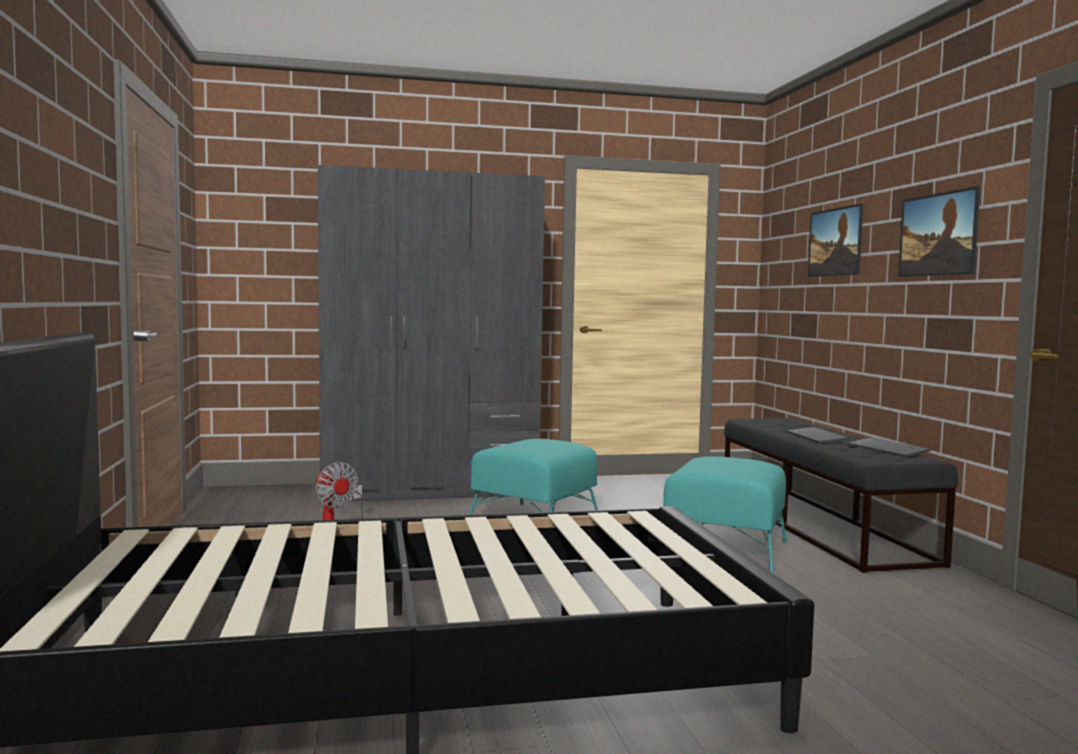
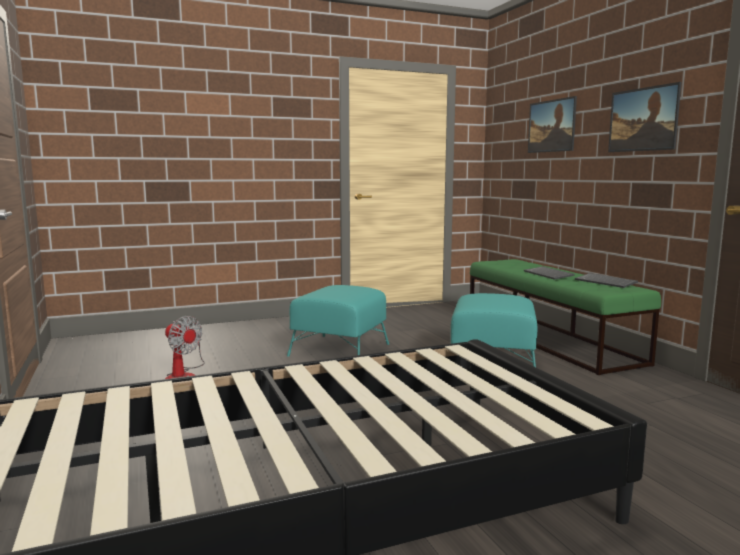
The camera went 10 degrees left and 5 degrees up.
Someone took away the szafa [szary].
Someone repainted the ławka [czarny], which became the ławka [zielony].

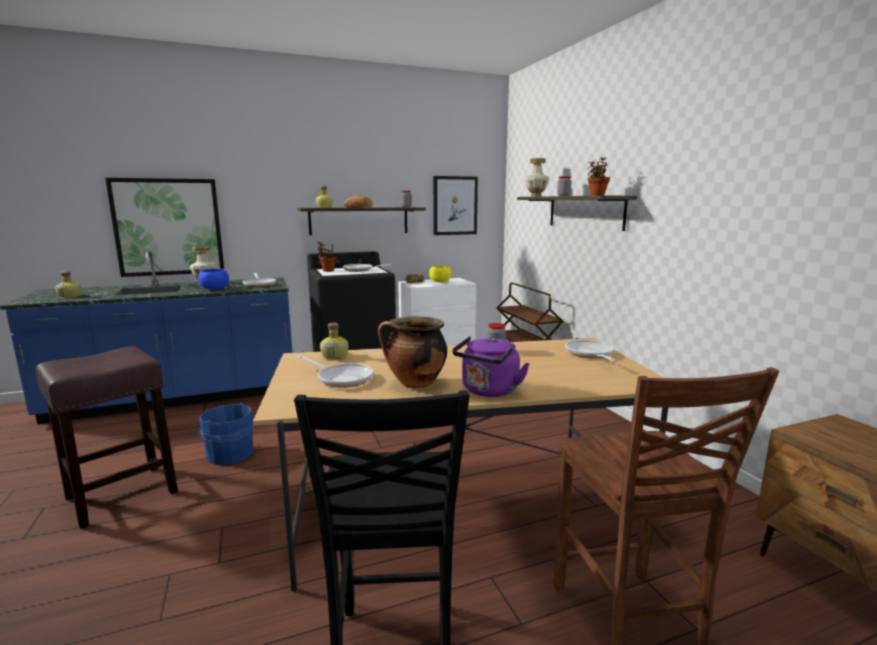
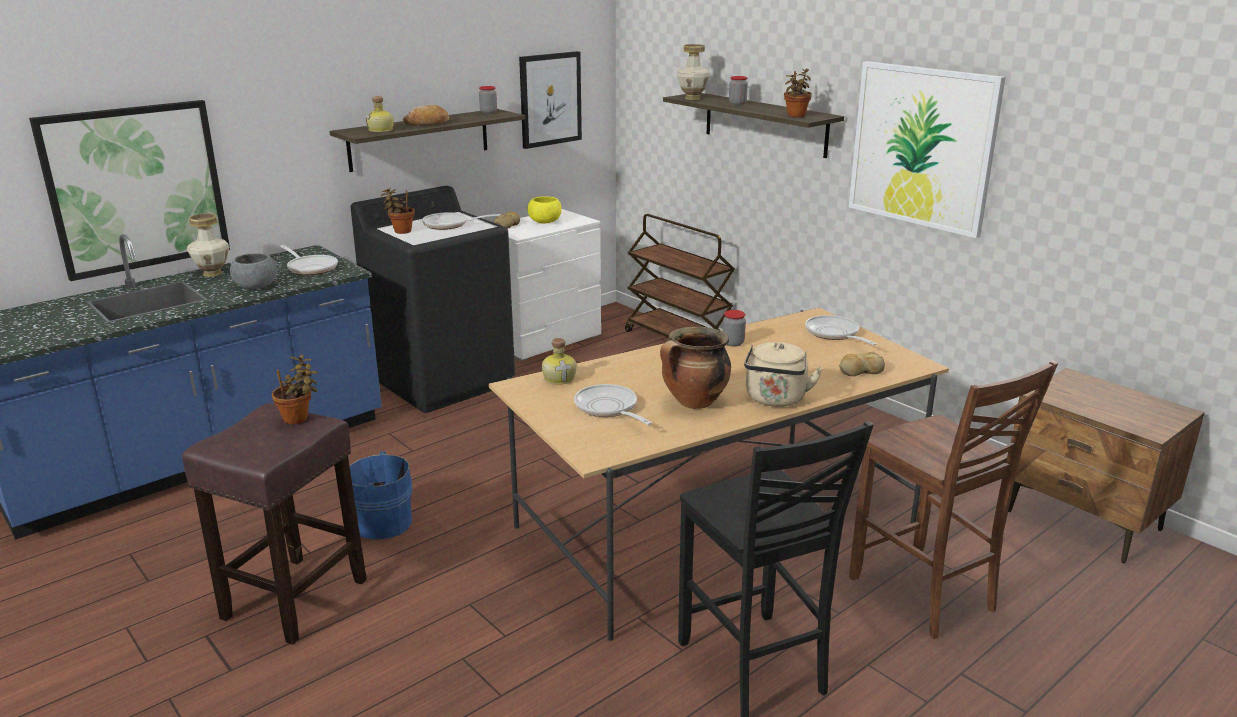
The camera went 20 degrees left and 10 degrees up.
Someone took away the butelka (1st from left).
Someone repainted the miska [niebieski], which became the miska [szary].
Someone rotated the patelnia (2nd from left in the first image) by 135 degrees counterclockwise.
Someone repainted the czajnik [fioletowy], which became the czajnik [beżowy].
Someone put down the roślina doniczkowa (1st from left).
Someone put down the chleb (3rd from left).
Someone put up the obraz (3rd from left).

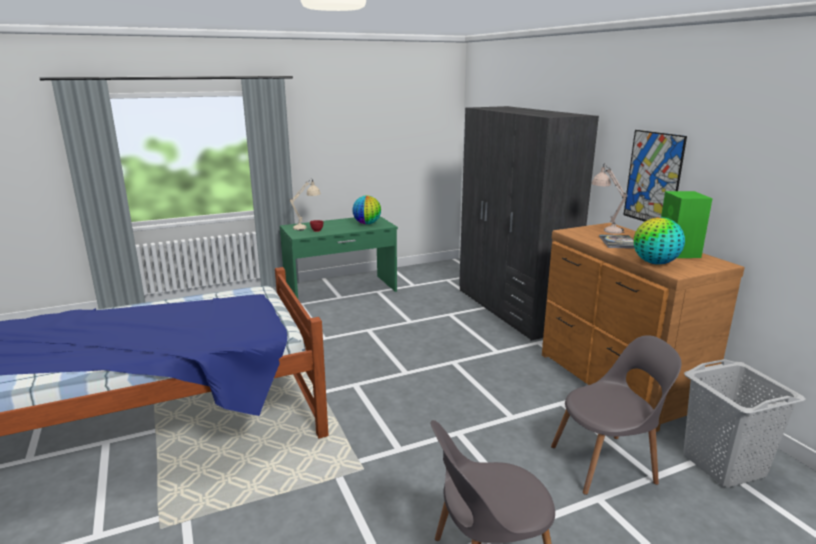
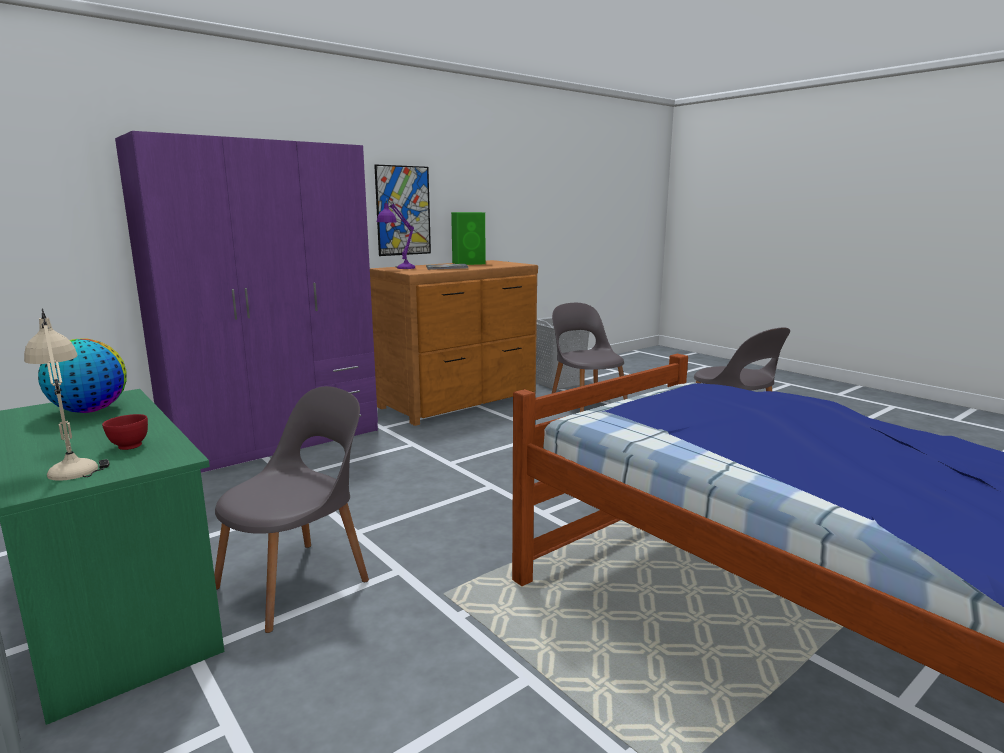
The camera went 105 degrees left and 5 degrees down.
Someone repainted the szafa [szary], which became the szafa [fioletowy].
Someone repainted the lampa stołowa [beżowy] (2nd from left), which became the lampa stołowa [fioletowy].
Someone took away the globus (2nd from left).
Someone put down the krzesło [szary] (1st from left).

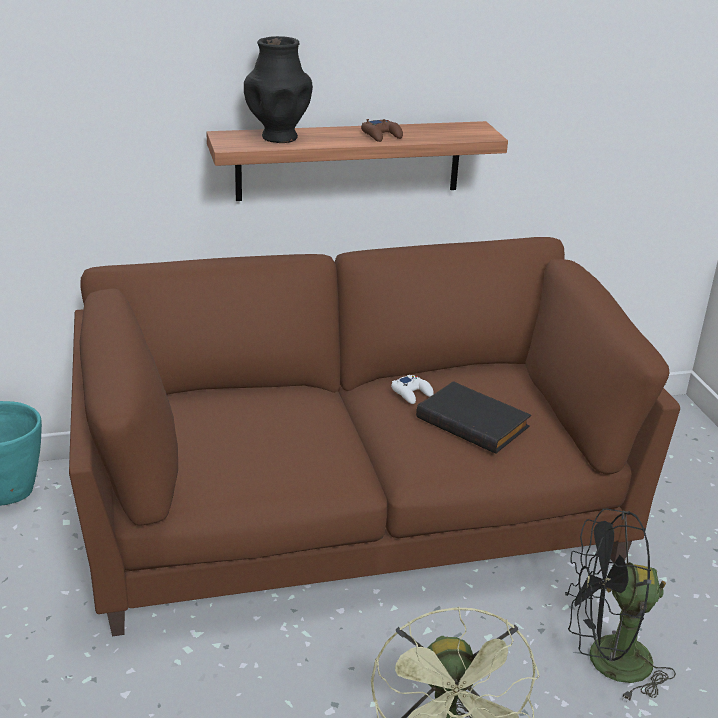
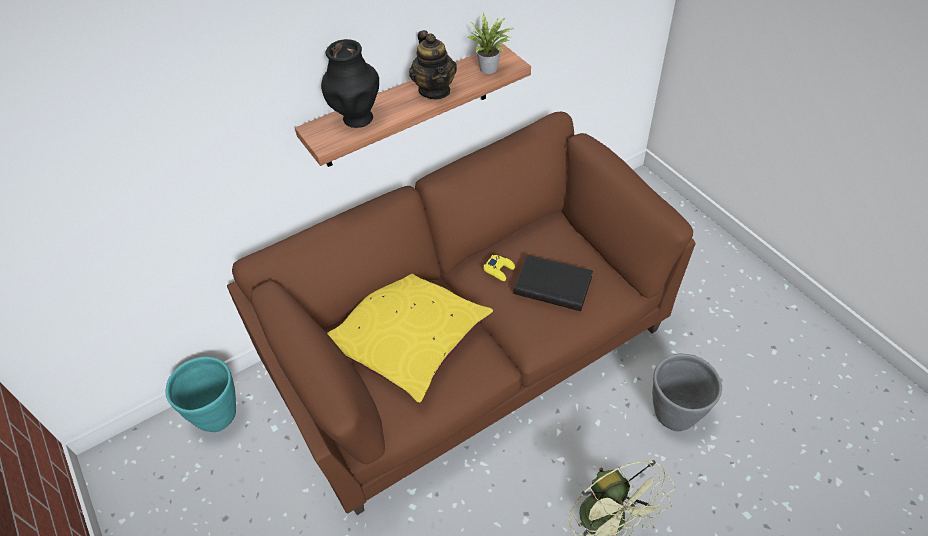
The camera went 15 degrees left and 20 degrees up.
Someone swapped the pad do gier [brązowy] for the imbryk.
Someone repainted the pad do gier [biały], which became the pad do gier [żółty].
Someone swapped the wentylator [czarny] for the donica [szary].
Someone put down the poduszka [żółty].
Someone put down the roślina doniczkowa.

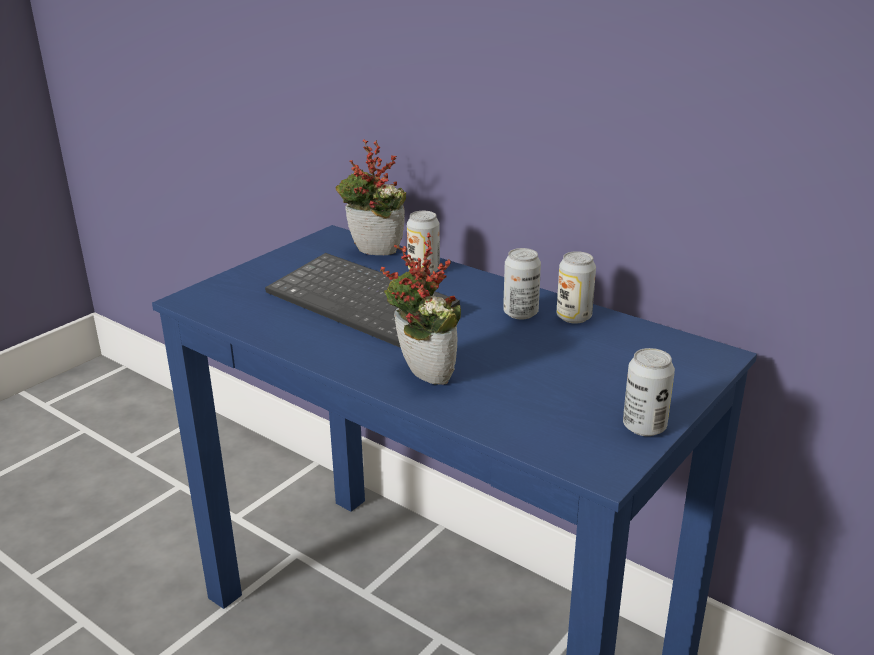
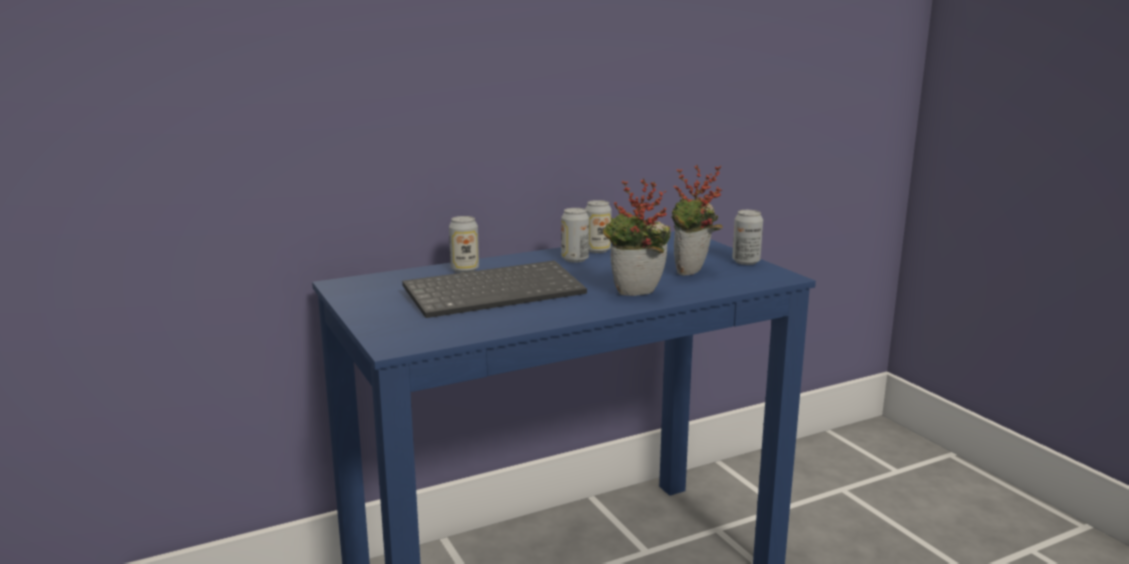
The camera went 65 degrees left and 10 degrees down.
Someone carried the roślina doniczkowa (1st from left in the first image).

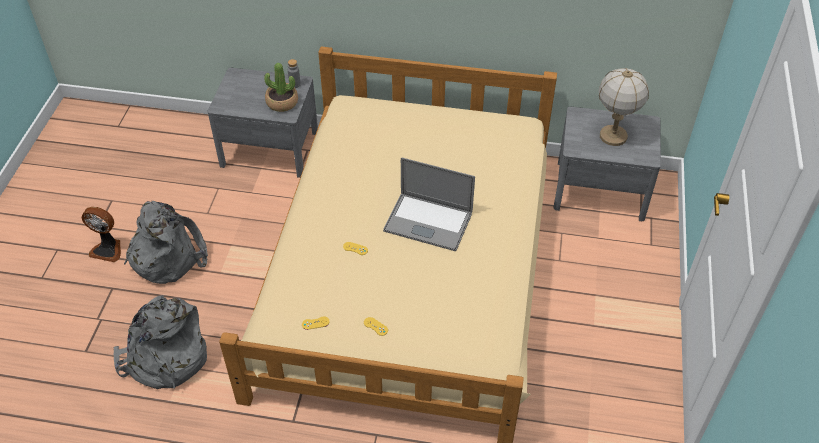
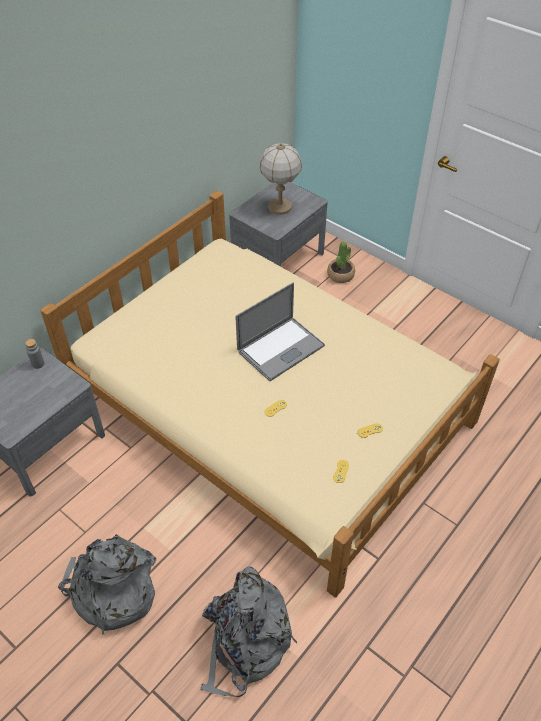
The camera went 60 degrees left and 0 degrees up.
Someone took away the wentylator.
Someone carried the roślina doniczkowa.

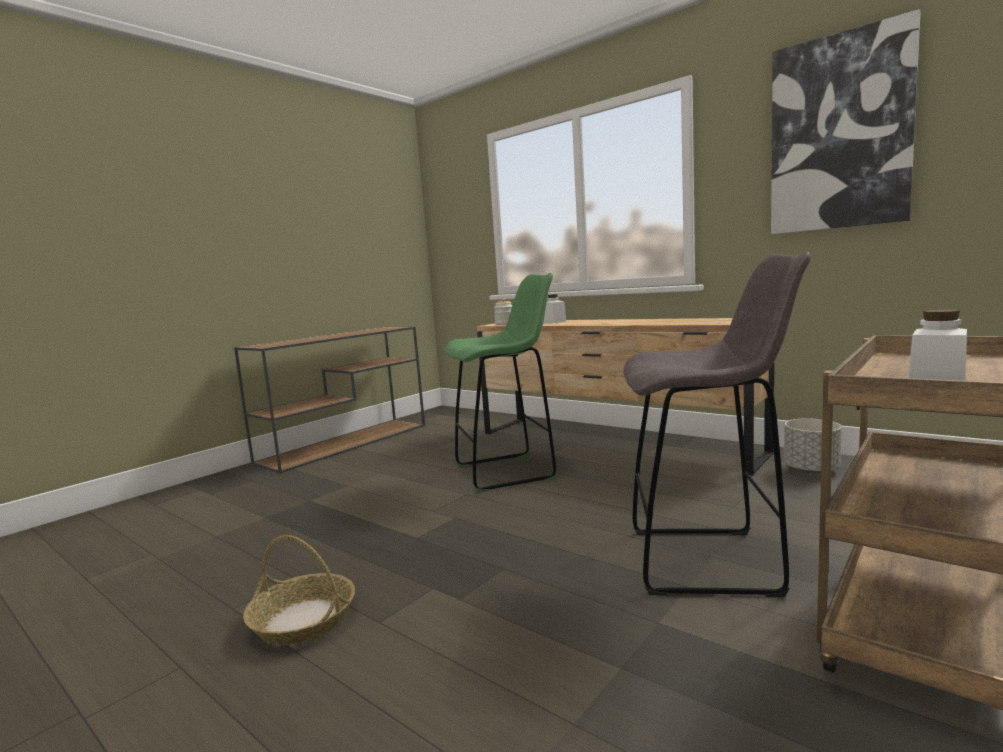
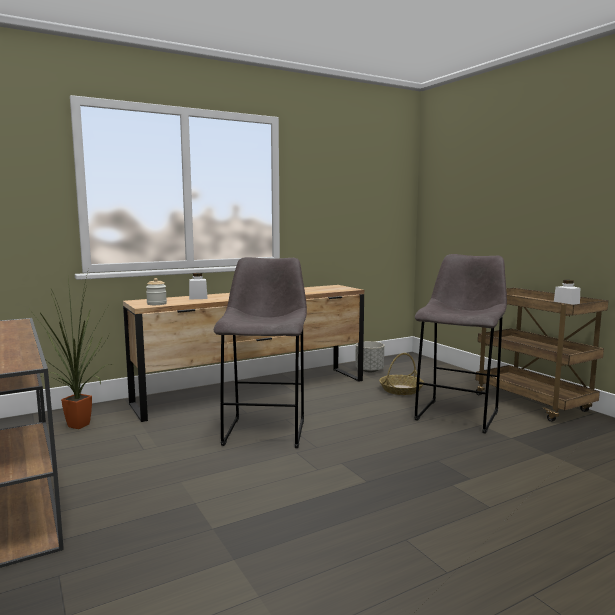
The camera went 70 degrees left and 0 degrees up.
Someone carried the koszyk.
Someone repainted the stołek [zielony], which became the stołek [szary] (1st from left).
Someone took away the obraz.
Someone put down the roślina doniczkowa.

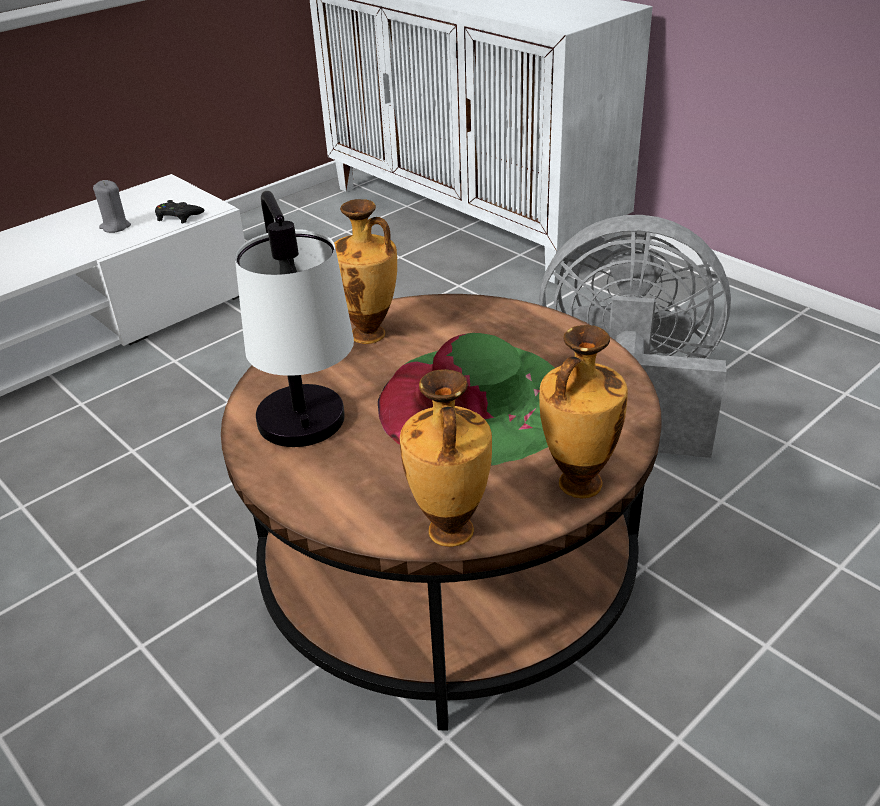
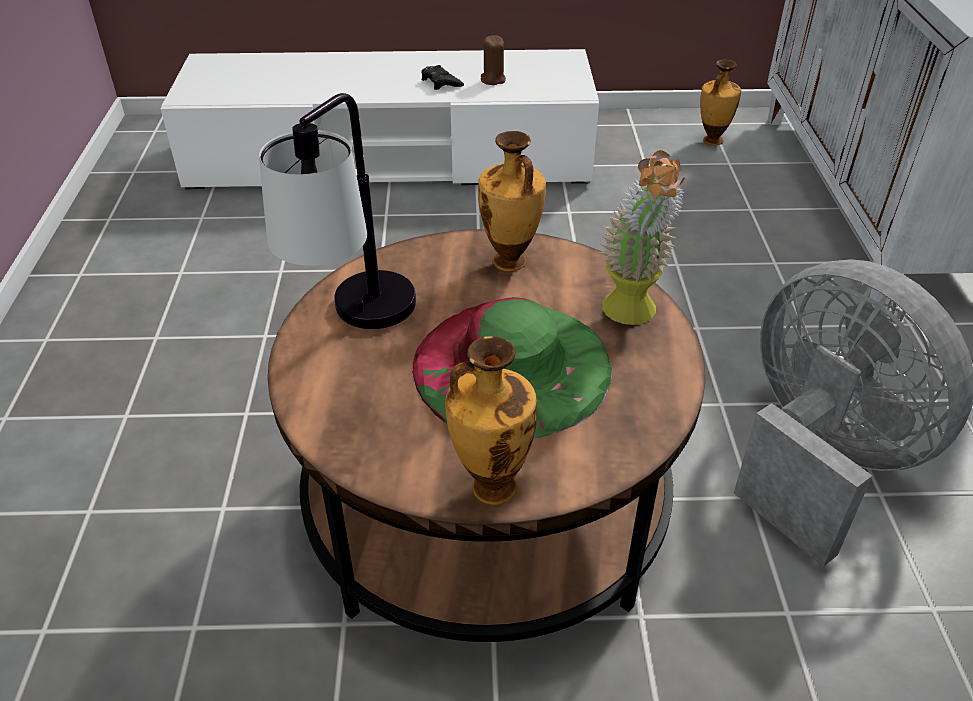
The camera went 40 degrees right and 5 degrees up.
Someone repainted the świeca [szary], which became the świeca [brązowy].
Someone carried the pad do gier [czarny].
Someone carried the wazon (2nd from left in the first image).
Someone put down the roślina doniczkowa.

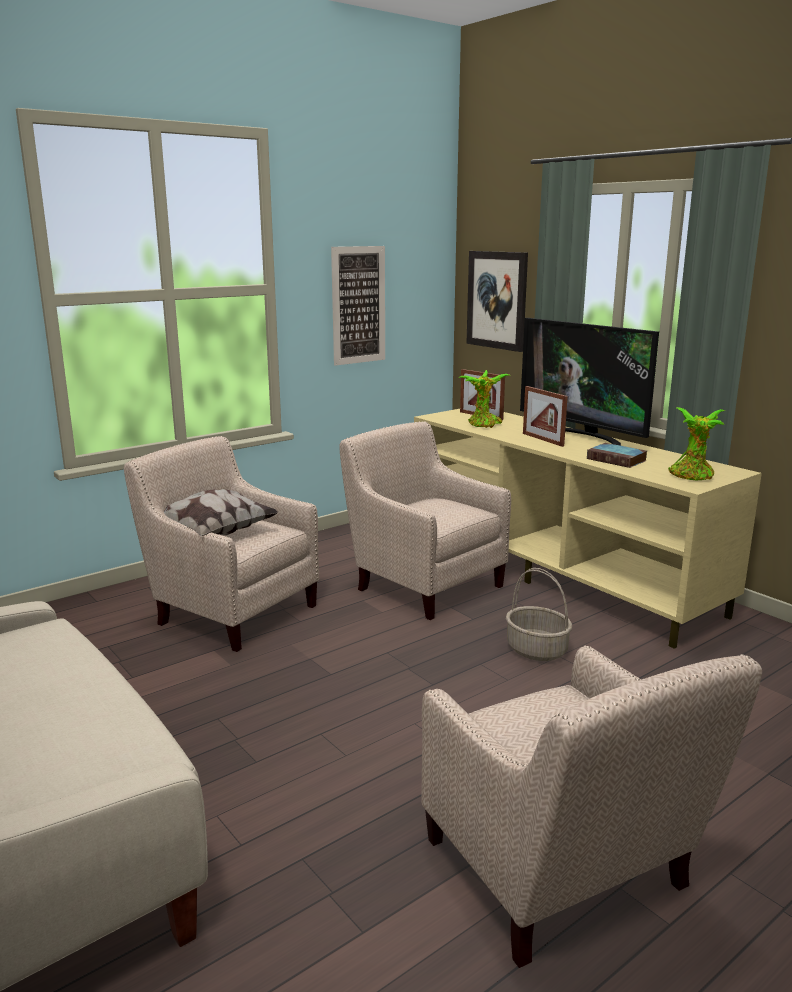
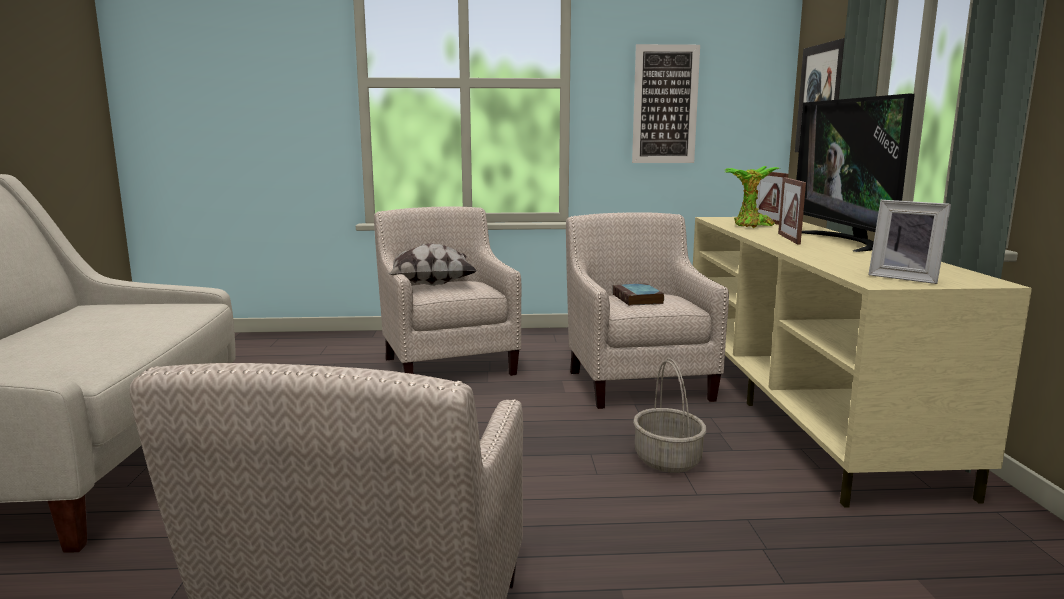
The camera went 35 degrees right and 5 degrees down.
Someone carried the książka.
Someone swapped the roślina doniczkowa (2nd from left) for the ramka na zdjęcie (3rd from left).

